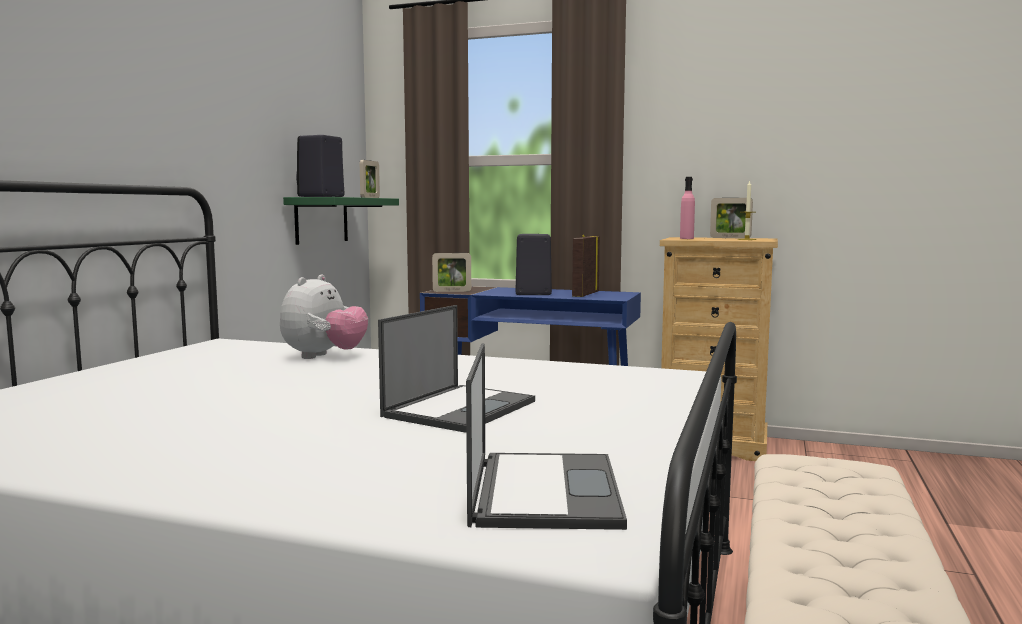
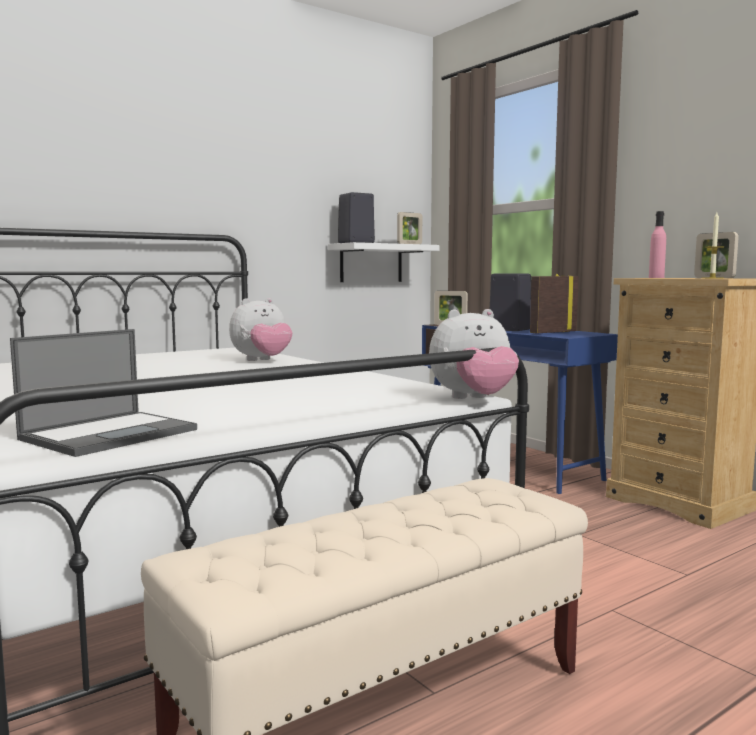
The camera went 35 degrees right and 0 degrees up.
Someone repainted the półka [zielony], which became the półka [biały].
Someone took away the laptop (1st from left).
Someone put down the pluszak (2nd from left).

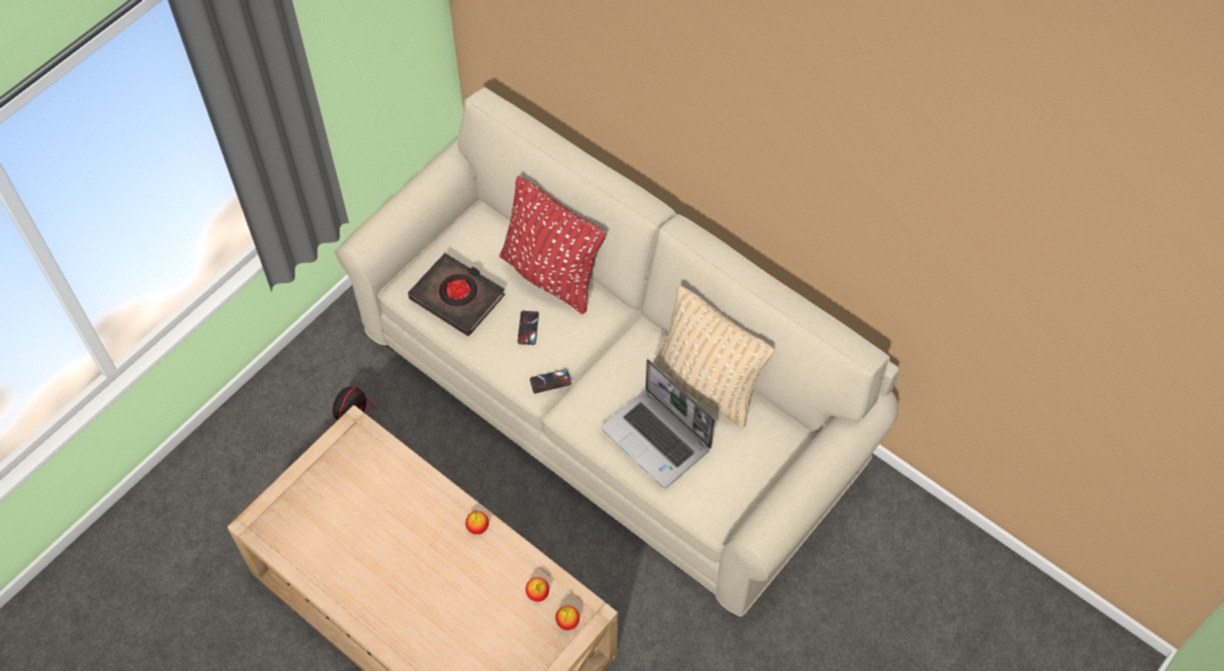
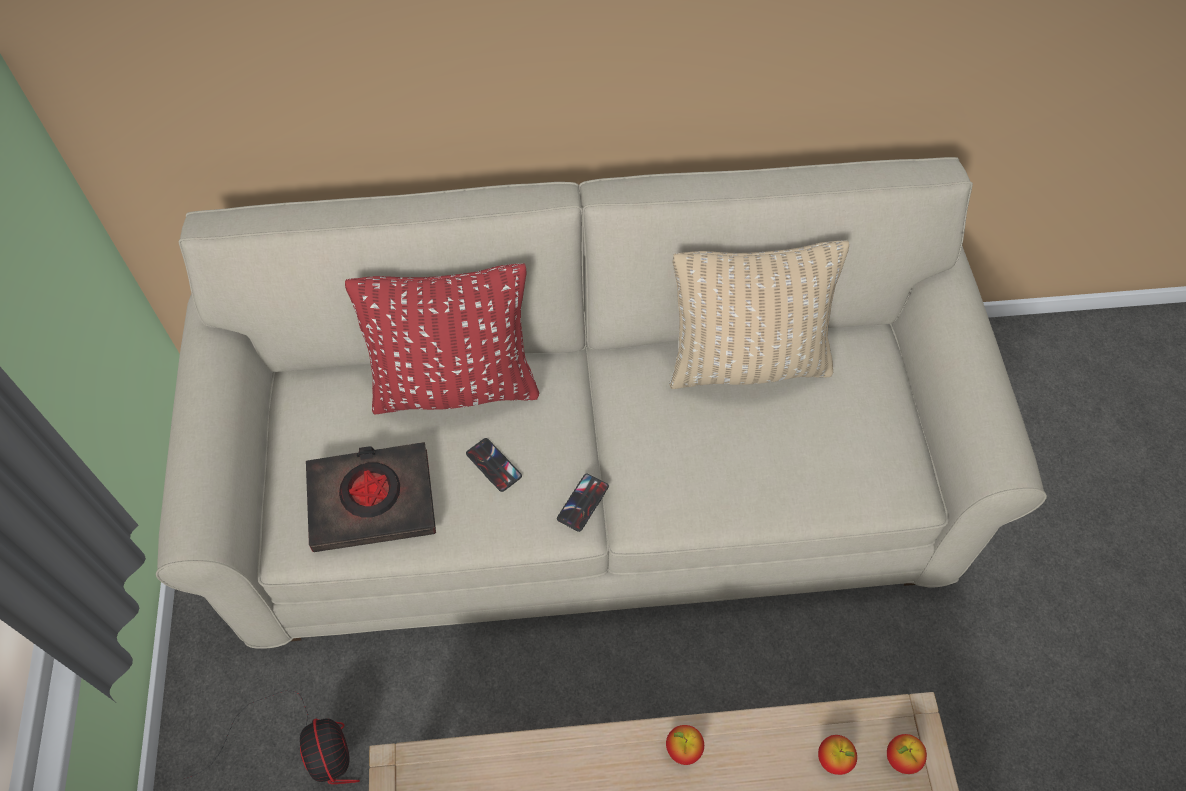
The camera went 45 degrees left and 0 degrees up.
Someone took away the laptop.

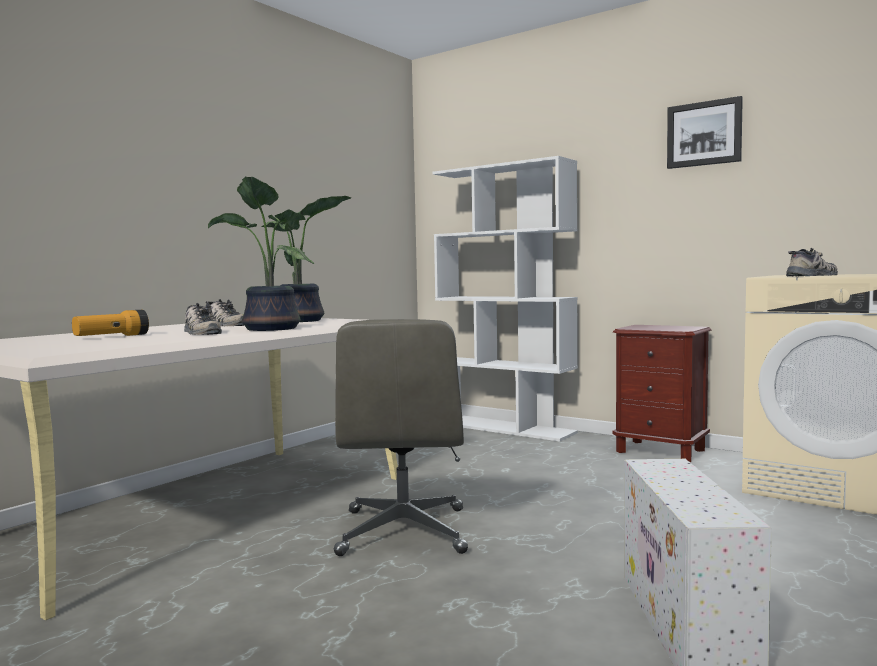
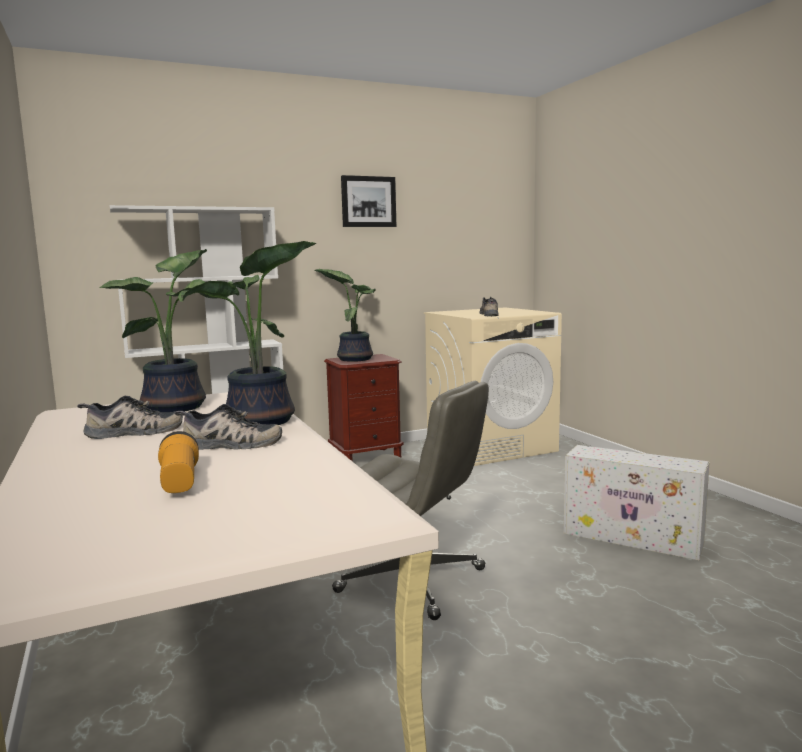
The camera went 60 degrees left and 5 degrees up.
Someone put down the roślina doniczkowa (3rd from left).

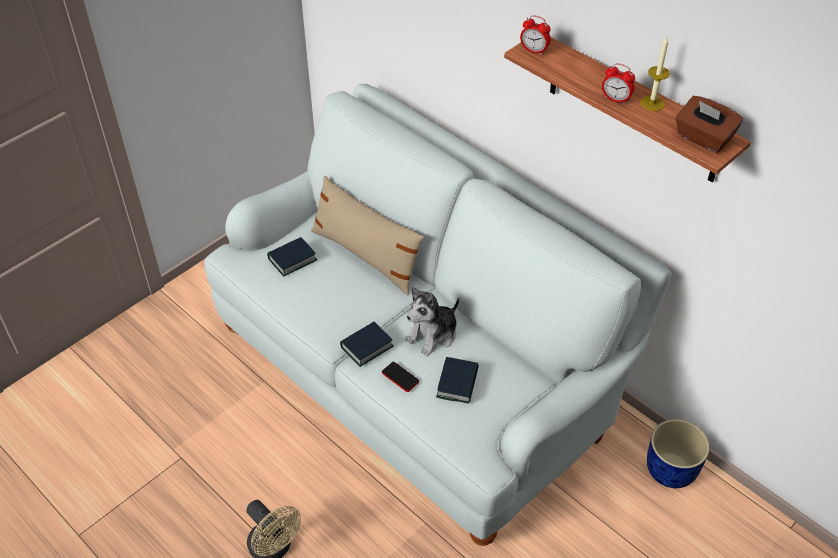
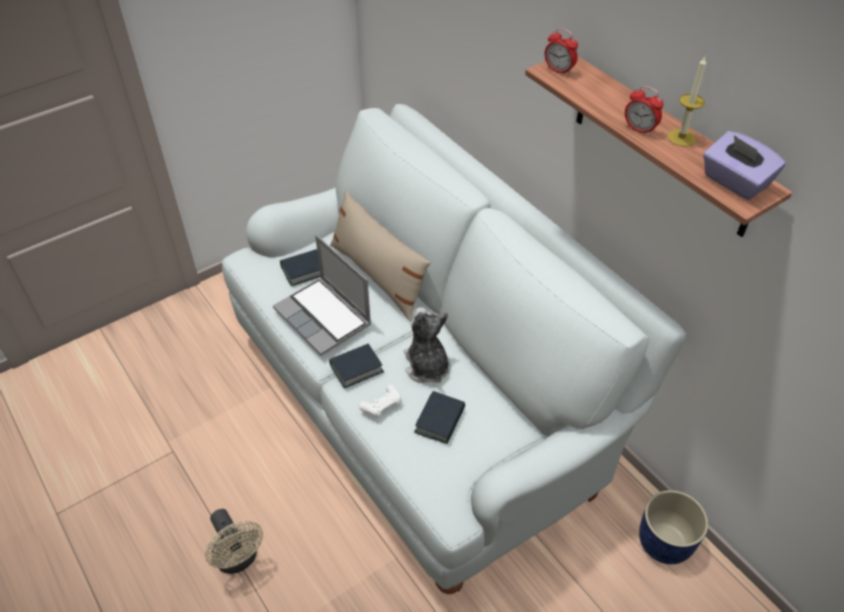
The camera went 10 degrees right and 0 degrees up.
Someone swapped the telefon for the pad do gier [biały].
Someone rotated the pluszak by 105 degrees clockwise.
Someone repainted the pudełko chusteczek [brązowy], which became the pudełko chusteczek [fioletowy].
Someone put down the laptop.

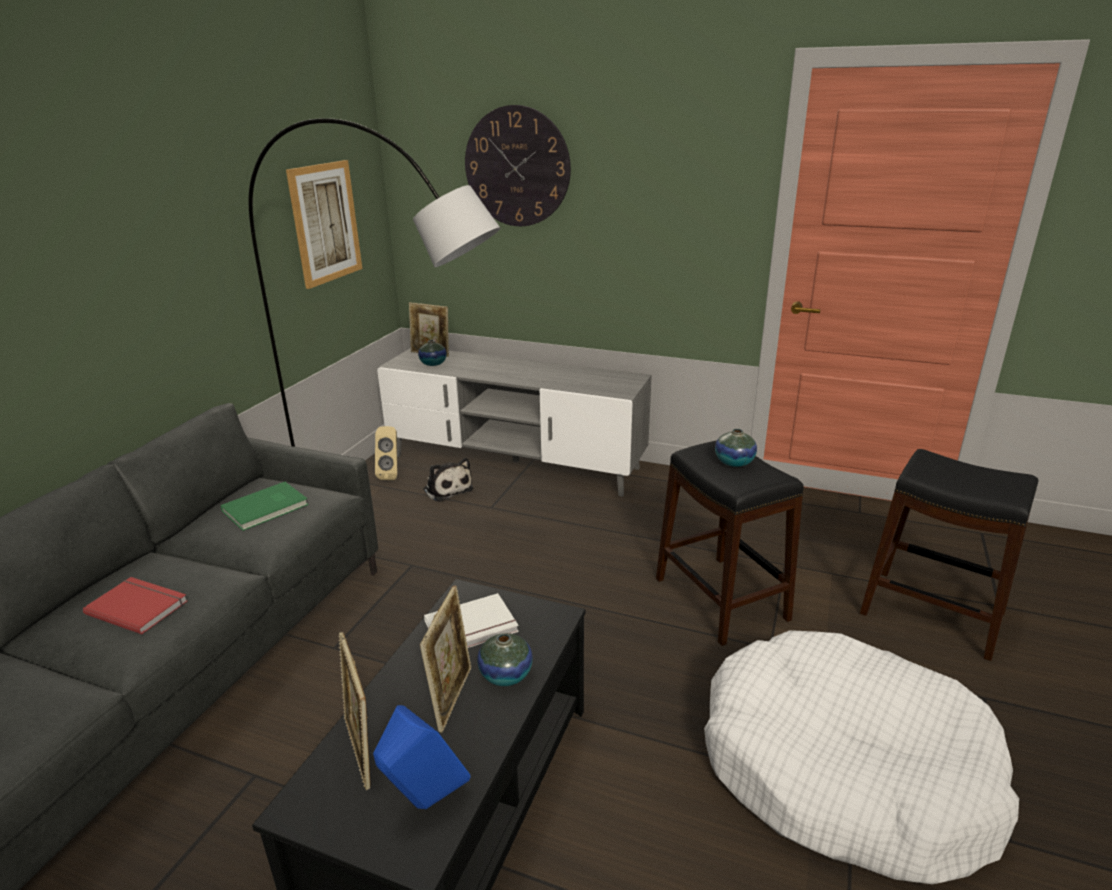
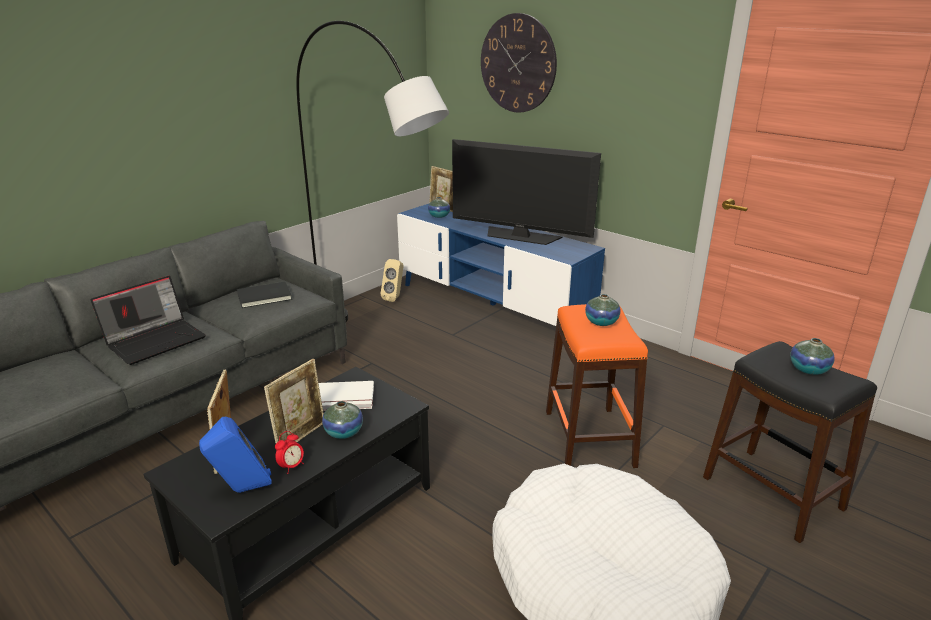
The camera went 20 degrees right and 0 degrees up.
Someone swapped the książka [czerwony] for the laptop.
Someone repainted the książka [zielony], which became the książka [czarny].
Someone took away the obraz.
Someone repainted the szafka pod telewizor [szary], which became the szafka pod telewizor [niebieski].
Someone took away the pluszak.
Someone repainted the stołek [czarny] (1st from left), which became the stołek [pomarańczowy].
Someone put down the budzik.
Someone put down the telewizor.
Someone put down the wazon (4th from left).

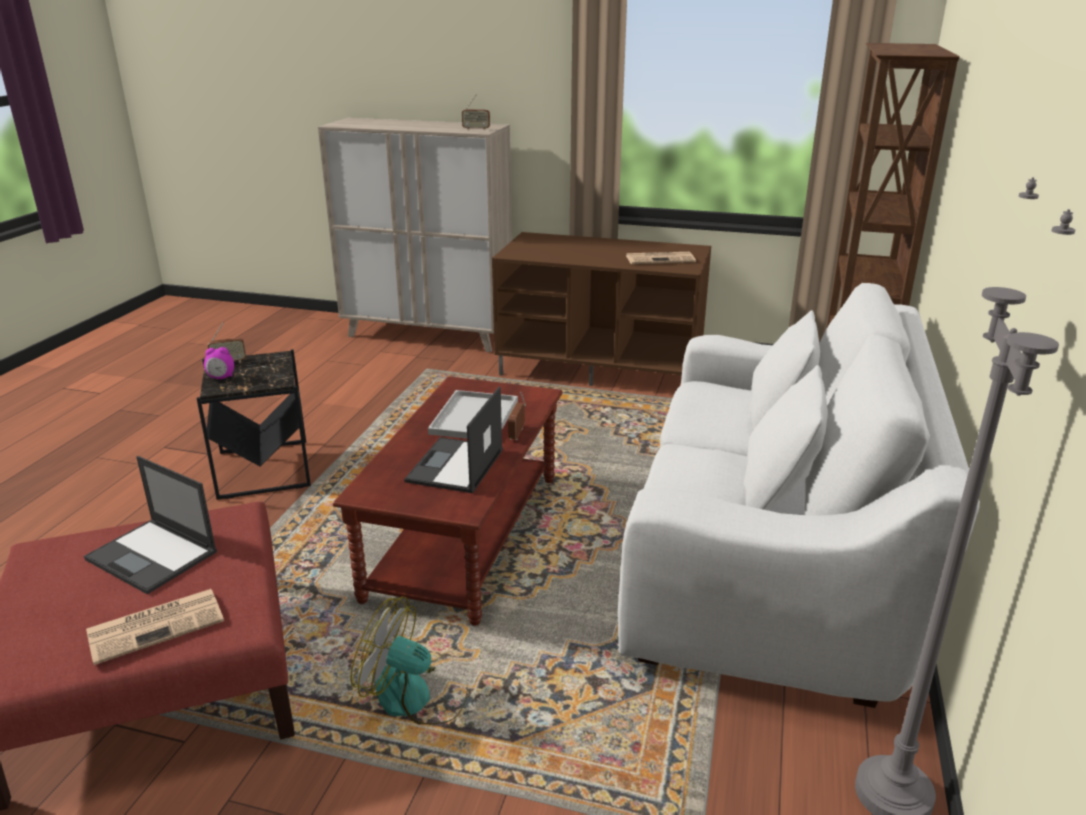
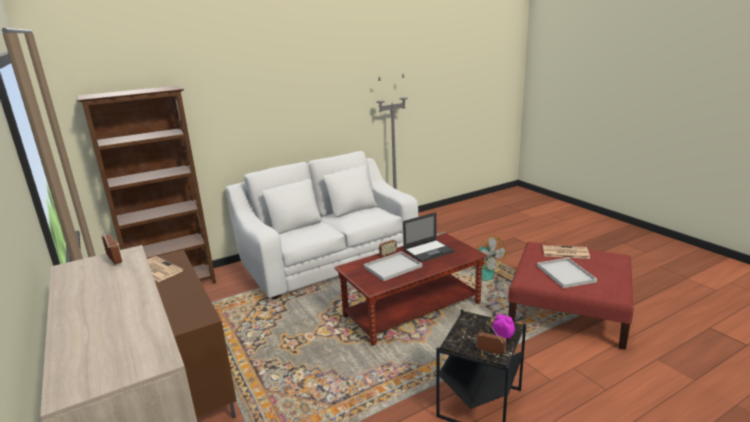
The camera went 135 degrees left and 5 degrees down.
Someone swapped the laptop (1st from left) for the taca [biały] (2nd from left).

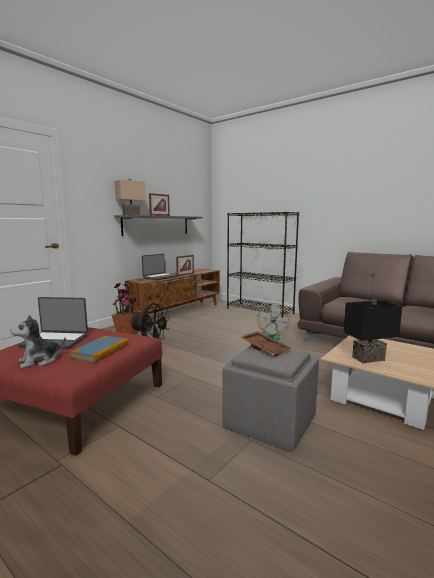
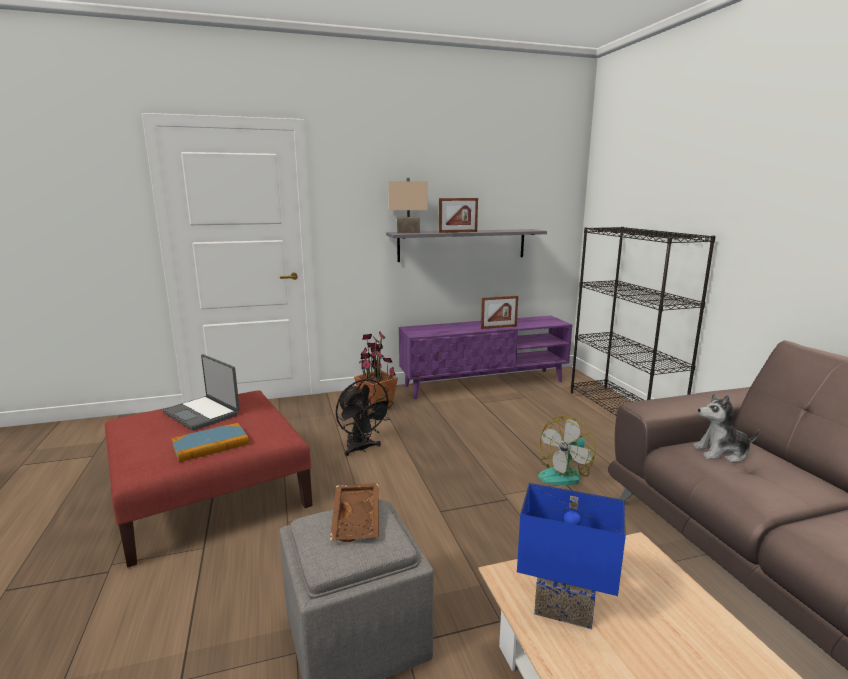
The camera went 35 degrees right and 5 degrees up.
Someone carried the pluszak.
Someone repainted the szafka pod telewizor [brązowy], which became the szafka pod telewizor [fioletowy].
Someone took away the laptop (2nd from left).
Someone repainted the lampa stołowa [czarny], which became the lampa stołowa [niebieski].

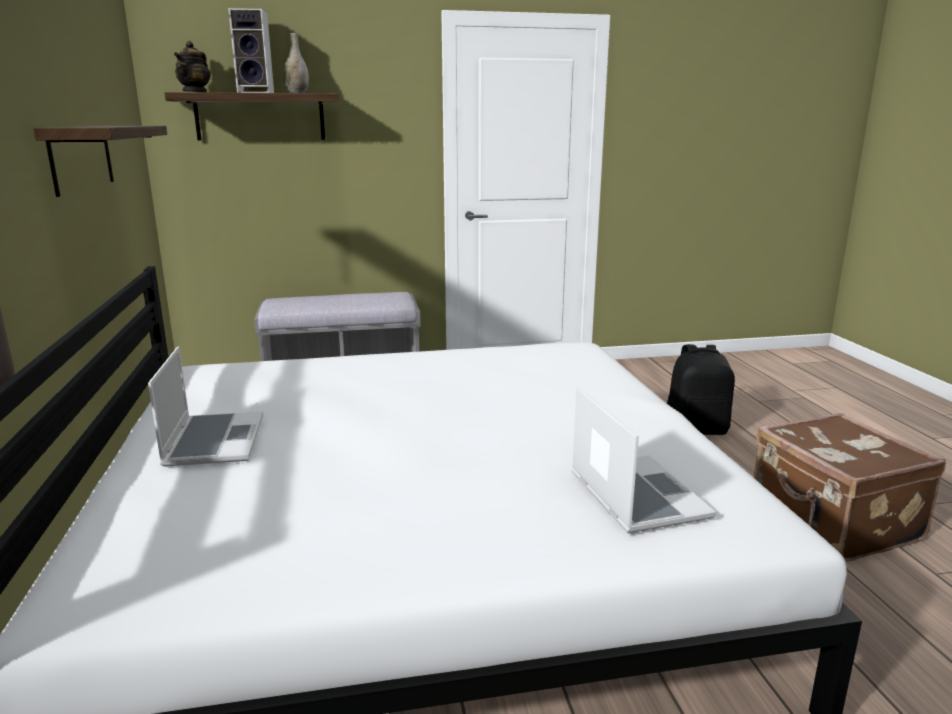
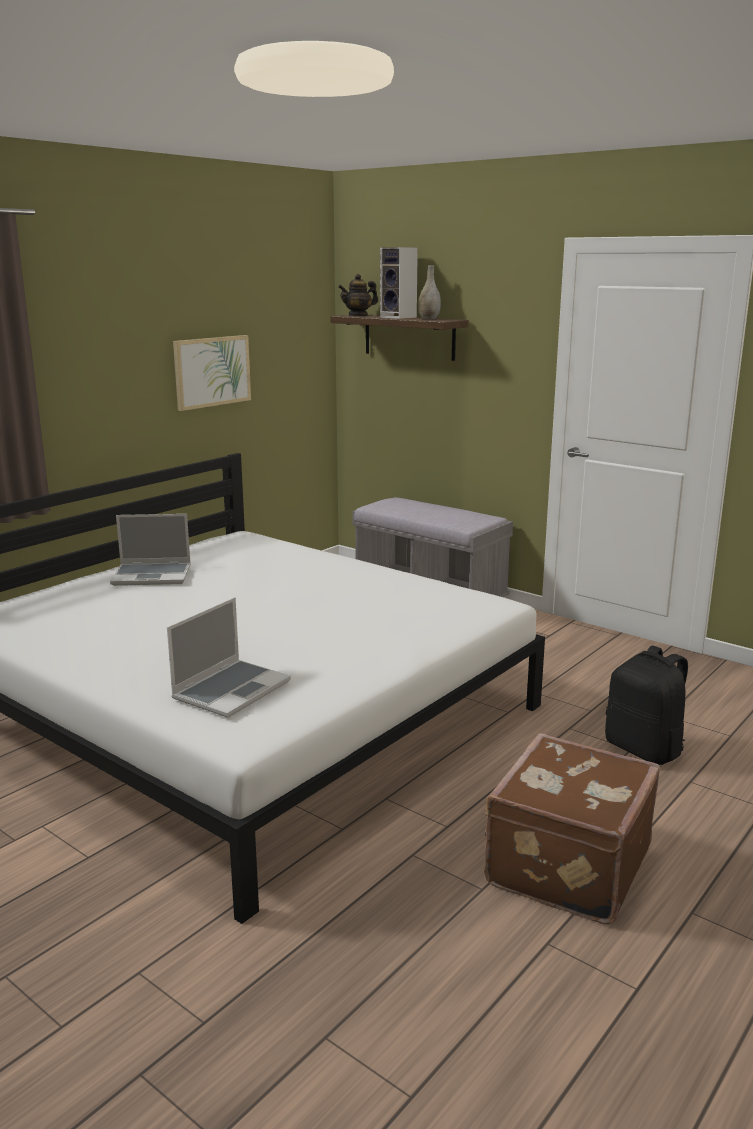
The camera went 50 degrees right and 0 degrees up.
Someone swapped the półka (1st from left) for the obraz.
Someone rotated the laptop (1st from left) by 45 degrees clockwise.

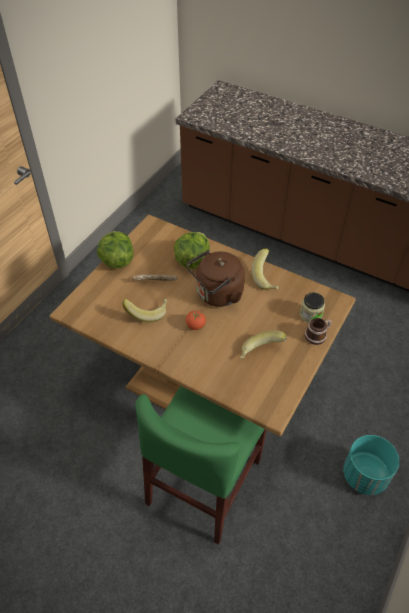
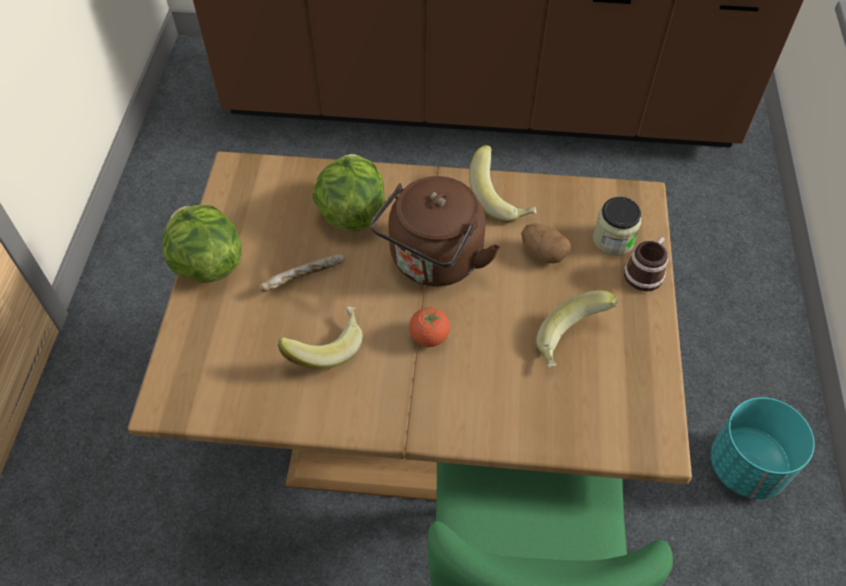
The camera went 25 degrees left and 5 degrees up.
Someone put down the ziemniak.

